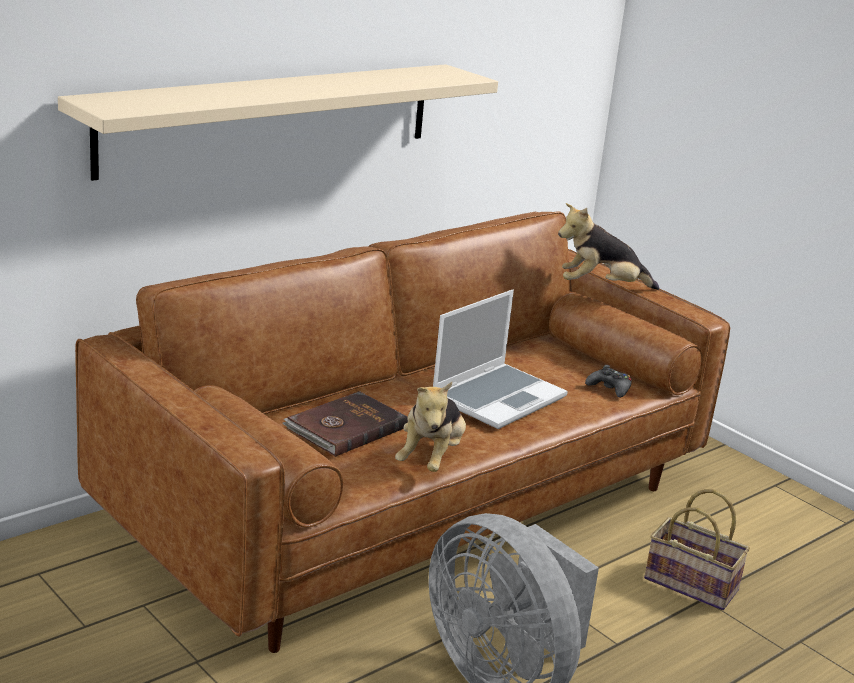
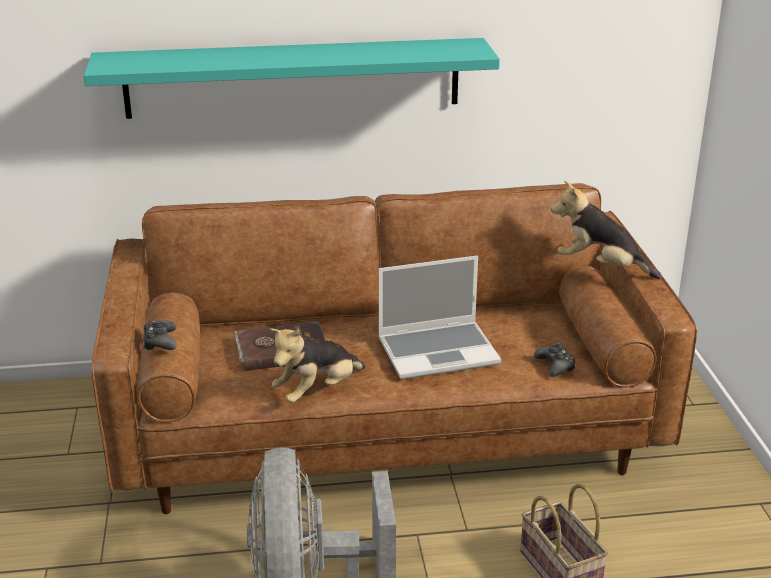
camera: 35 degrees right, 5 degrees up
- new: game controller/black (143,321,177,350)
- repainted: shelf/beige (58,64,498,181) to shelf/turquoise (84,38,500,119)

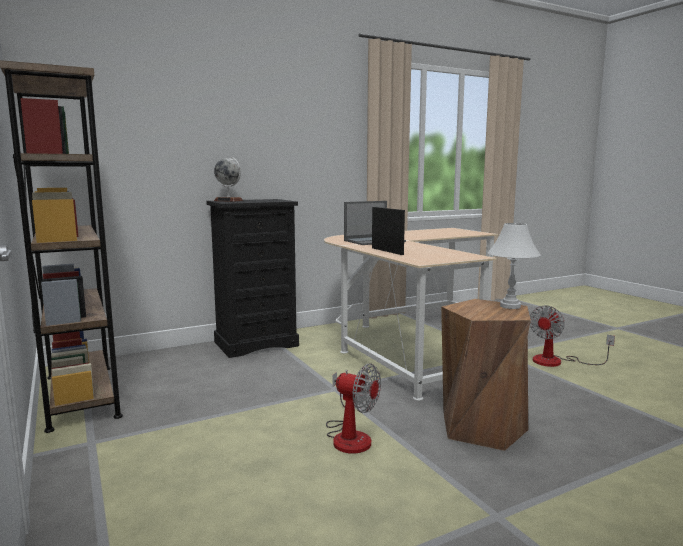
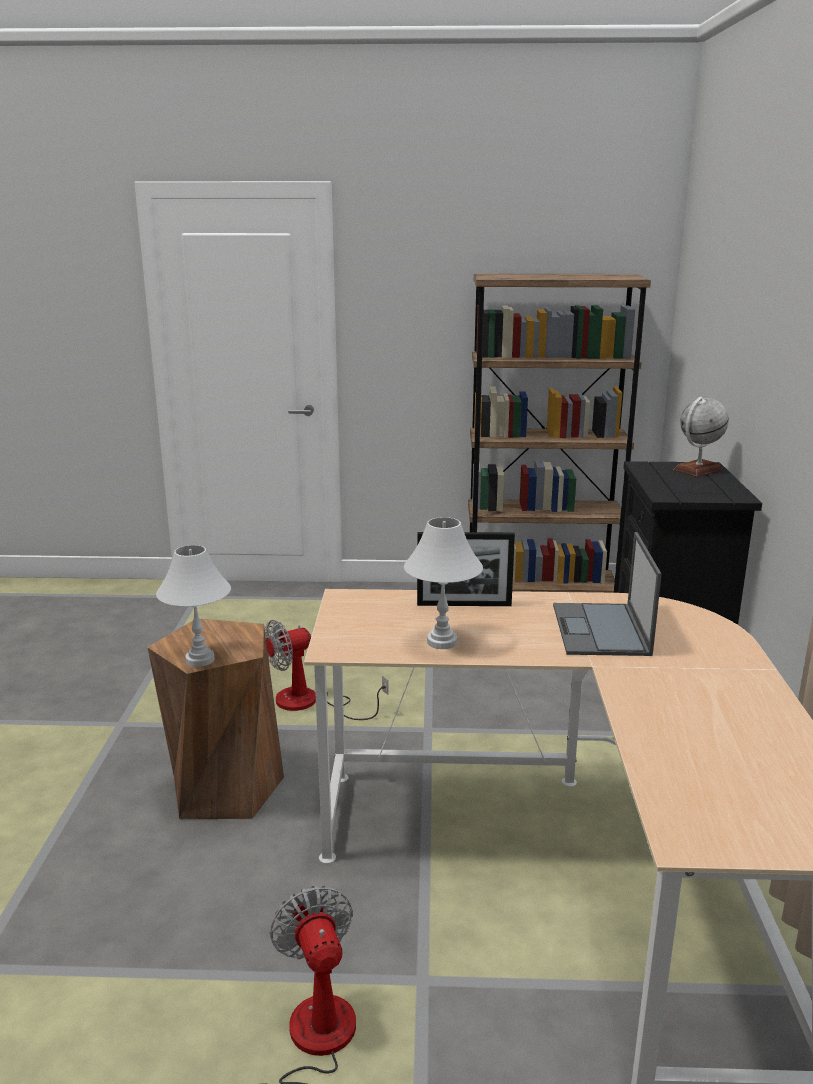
camera: 120 degrees right, 10 degrees up
- new: table lamp/white (404,517,483,649)

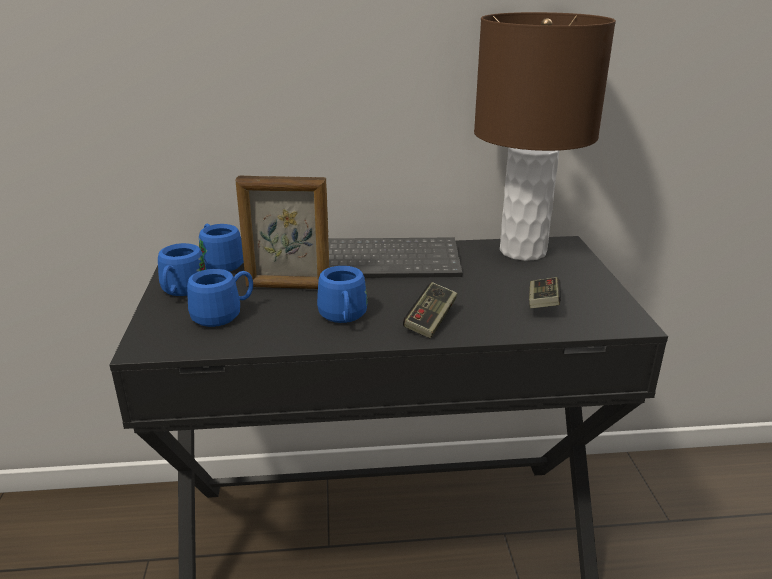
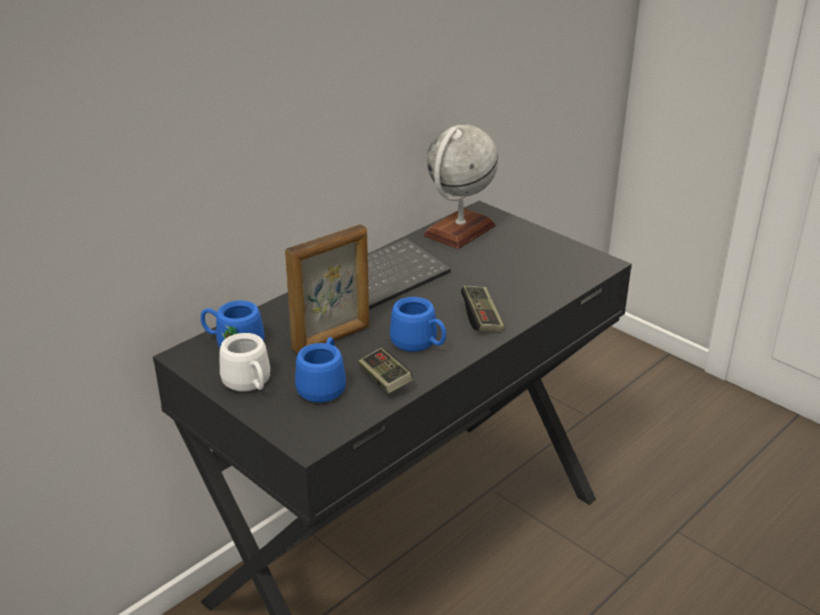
camera: 40 degrees left, 5 degrees up
- shifted: game controller (529,277,561,308) to (358,348,413,393)
- swapped: table lamp/brown (474,12,616,261) to globe (424,124,498,249)
- repainted: mug/blue (158,243,206,296) to mug/white (220,333,270,392)

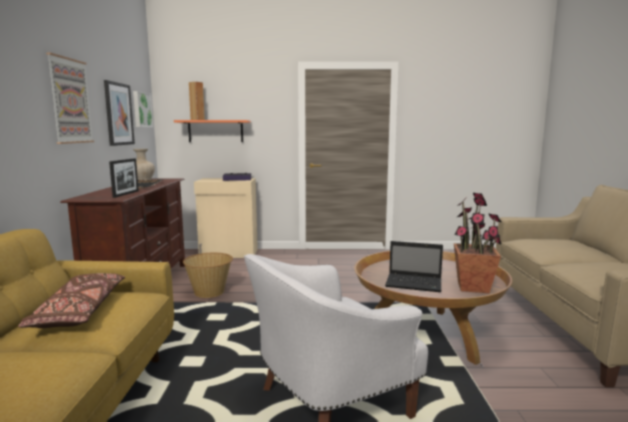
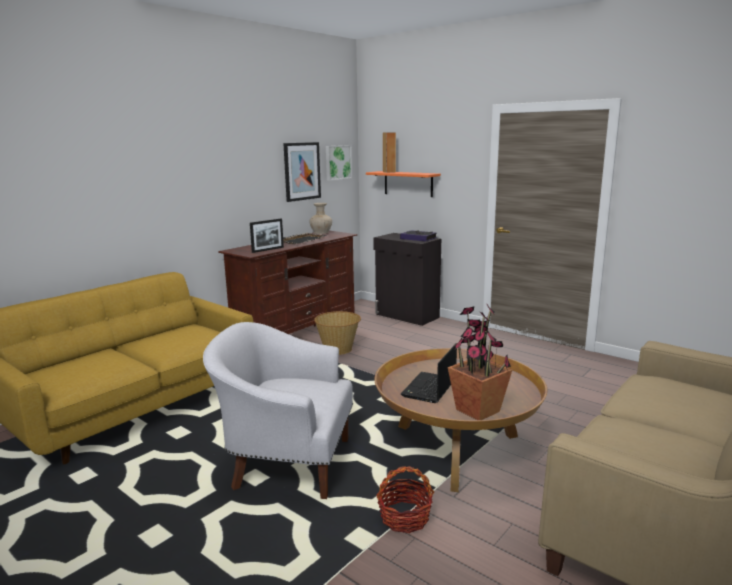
camera: 40 degrees right, 5 degrees up
- gone: pillow/brown (18,273,125,328)
- gone: picture (46,52,94,144)
- new: basket (376,466,434,533)
- repainted: cabinet/beige (194,178,258,258) to cabinet/black (373,233,441,326)
- rotated: laptop (385,241,443,292) = (401,343,457,403) 60 degrees clockwise

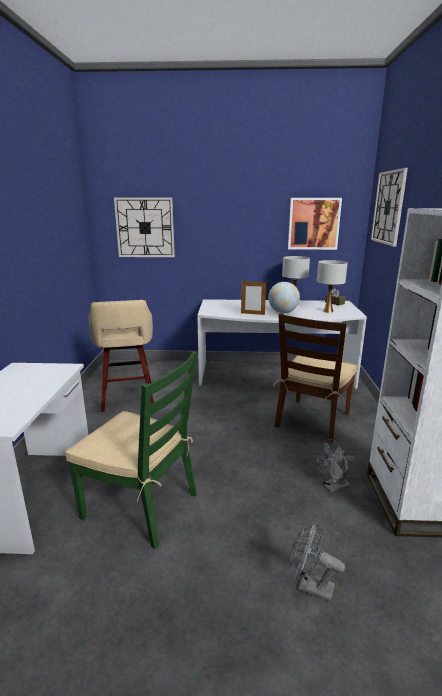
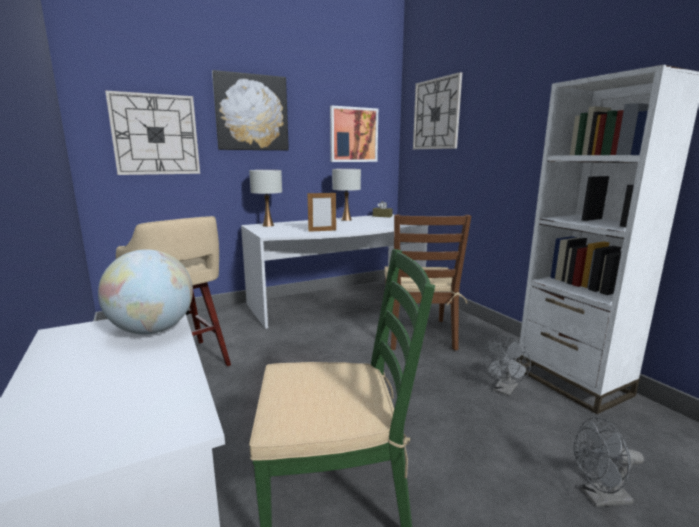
camera: 30 degrees left, 5 degrees down
- new: picture (212,70,289,150)
- shifted: globe (268,282,300,313) to (98,249,193,334)
- shifted: table lamp/white (317,260,348,313) to (249,170,282,227)

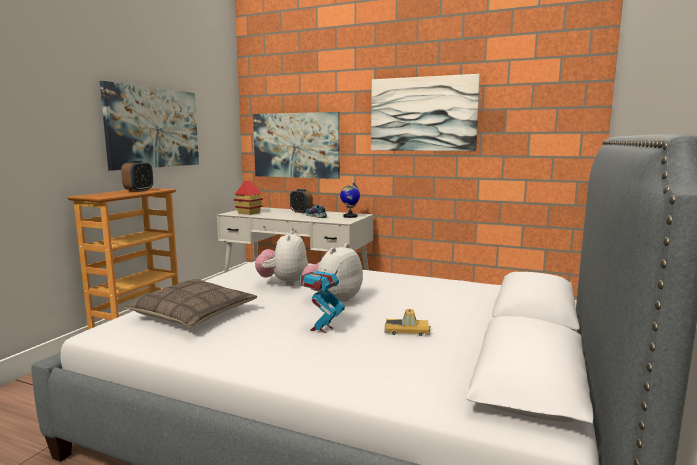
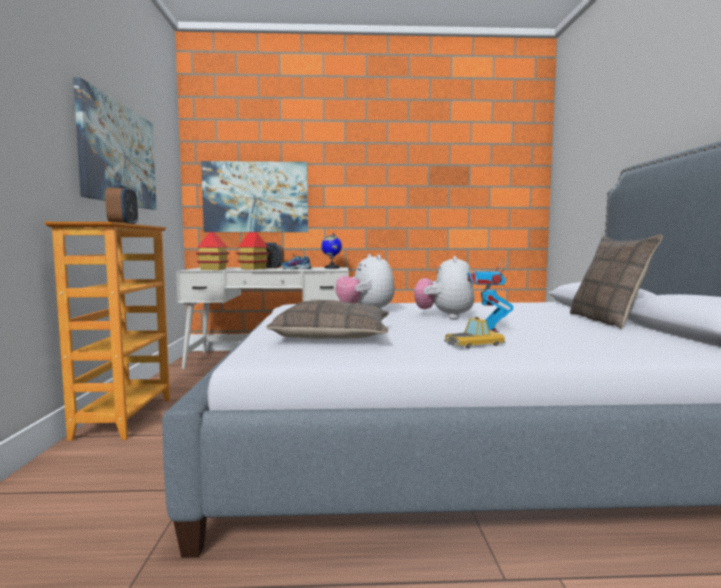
camera: 25 degrees left, 5 degrees down
- gone: picture (371,74,480,151)
- new: toy house (237,232,270,270)
- new: pillow (570,234,663,329)
- shifted: toy car (385,309,431,336) to (444,317,506,348)

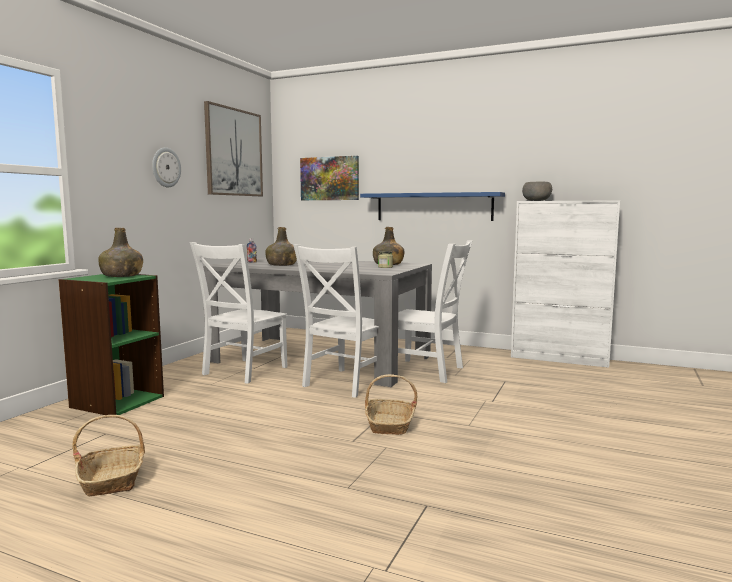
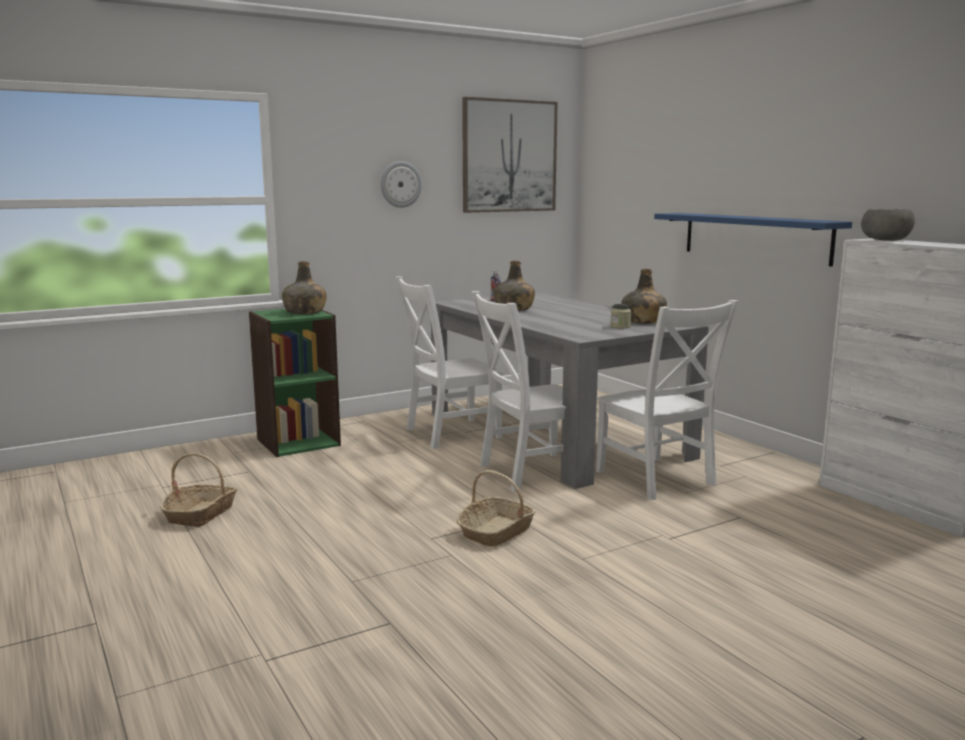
camera: 35 degrees right, 5 degrees up
- gone: picture (300,156,359,200)

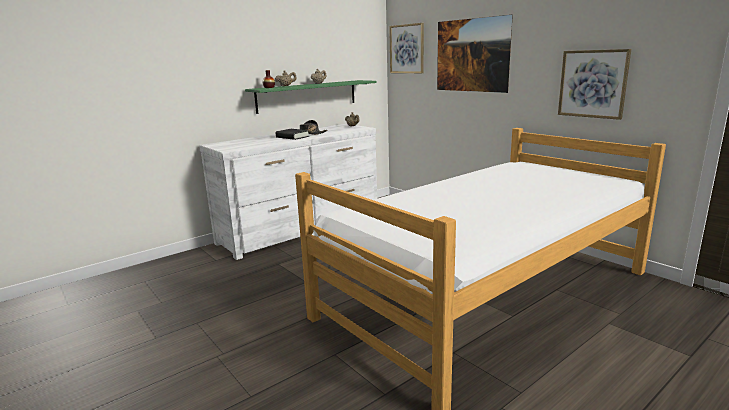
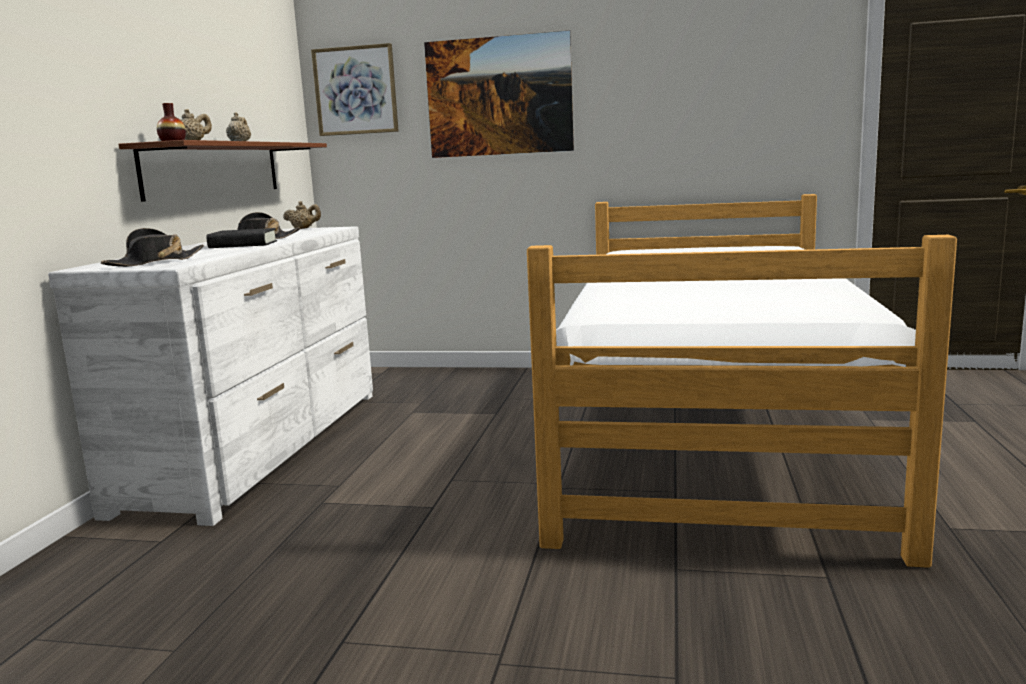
camera: 40 degrees left, 5 degrees down
- gone: picture (558,49,631,120)
- new: hat/black (101,228,204,267)
- repainted: shelf/green (245,80,377,114) to shelf/brown (119,140,327,202)

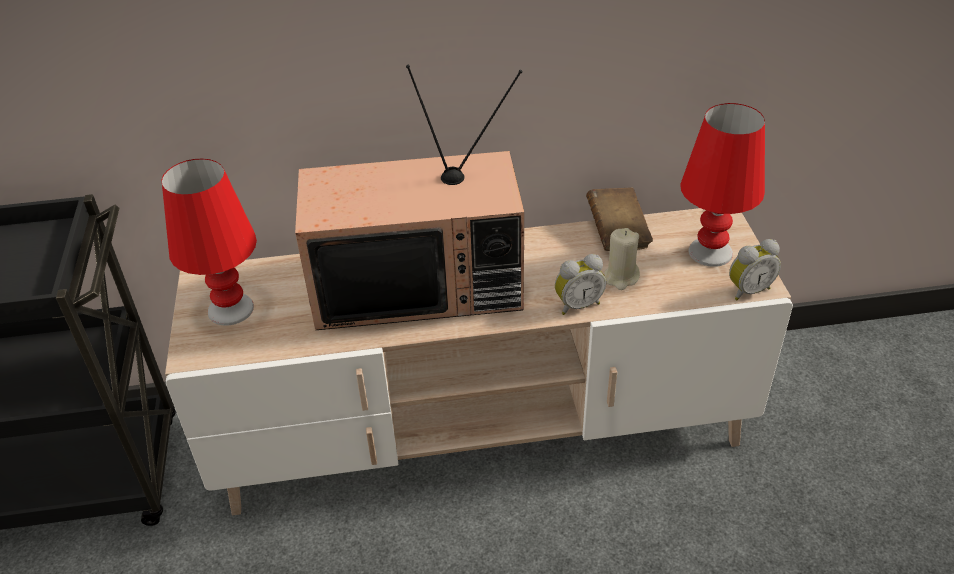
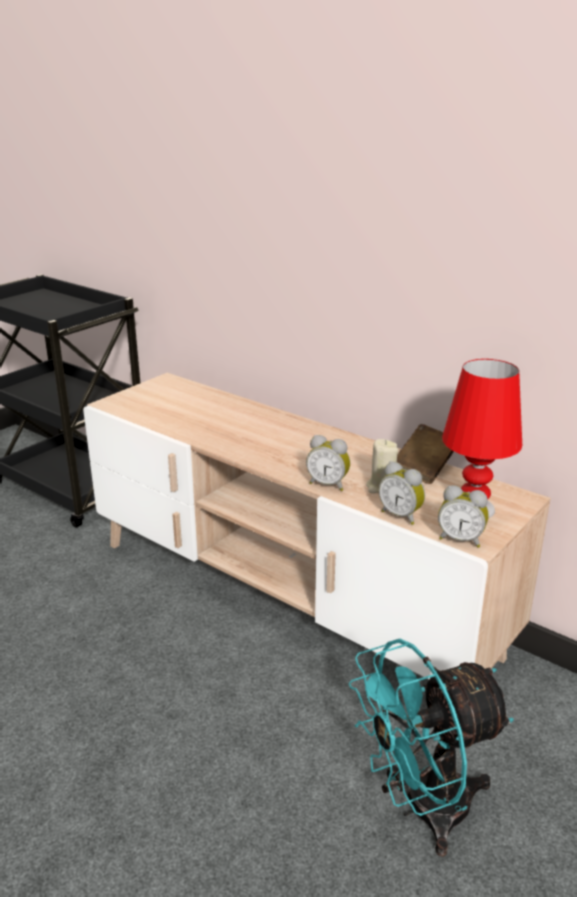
camera: 45 degrees right, 15 degrees down
- gone: table lamp/red (162,159,257,326)
- gone: television (295,65,524,330)
- new: fan/turquoise (349,639,514,857)
- new: alarm clock (379,461,425,525)

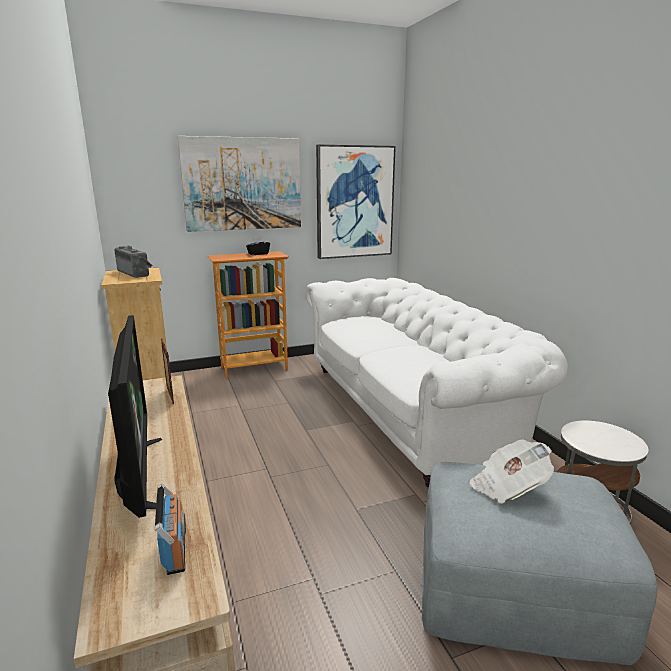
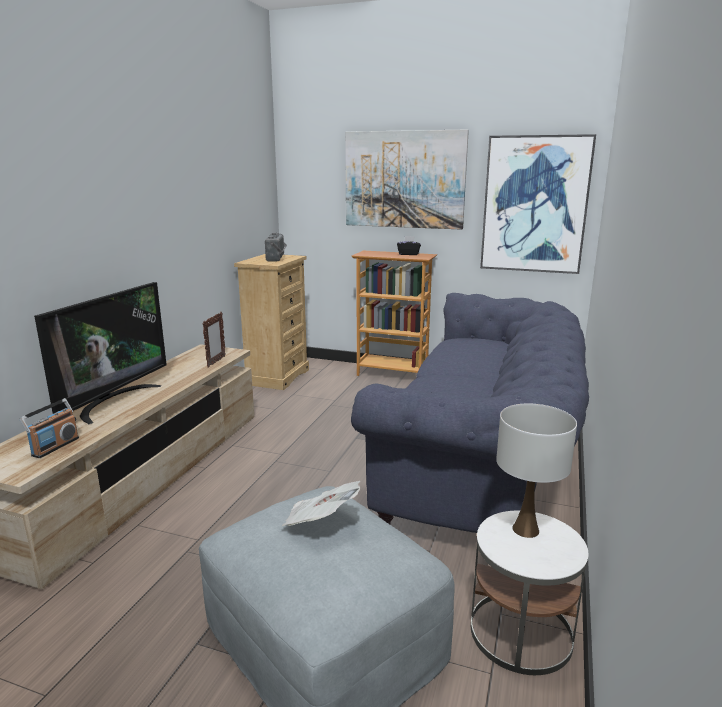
camera: 40 degrees right, 0 degrees up
- new: table lamp/white (496,404,577,538)
- repainted: sofa/white (305,278,568,487) to sofa/blue (351,293,589,533)

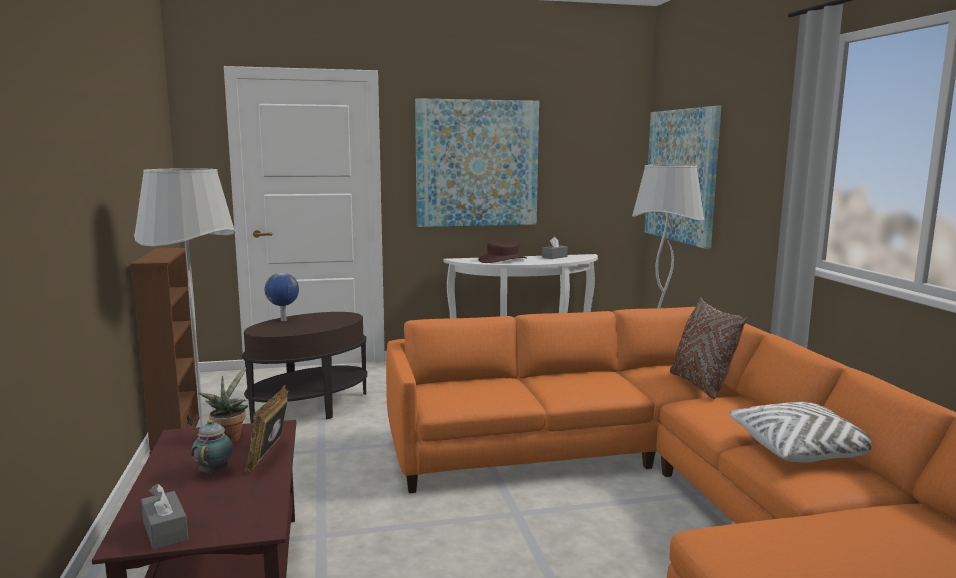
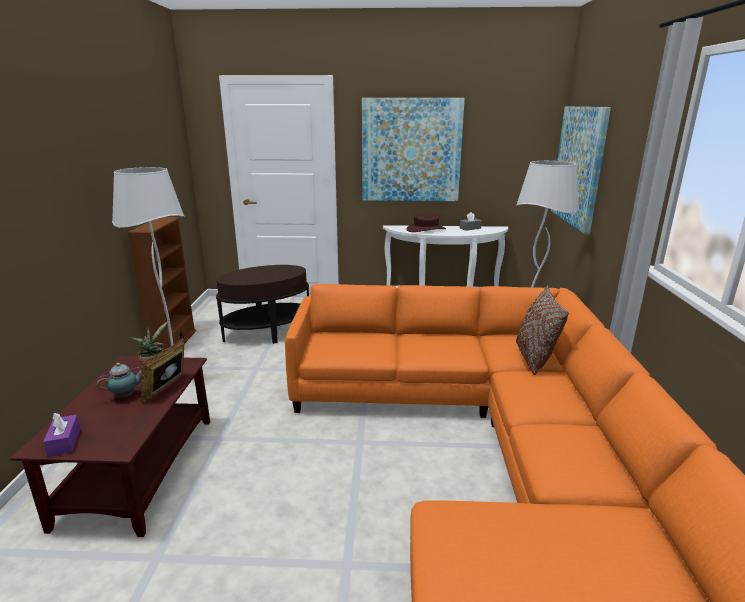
camera: 15 degrees right, 10 degrees up
- gone: globe (265,273,299,321)
- gone: pillow/white (728,402,871,463)
- repainted: tissue box/grey (141,484,189,550) to tissue box/purple (43,413,81,457)
- rotated: teapot (191,420,233,475) = (97,363,142,398) 45 degrees clockwise

